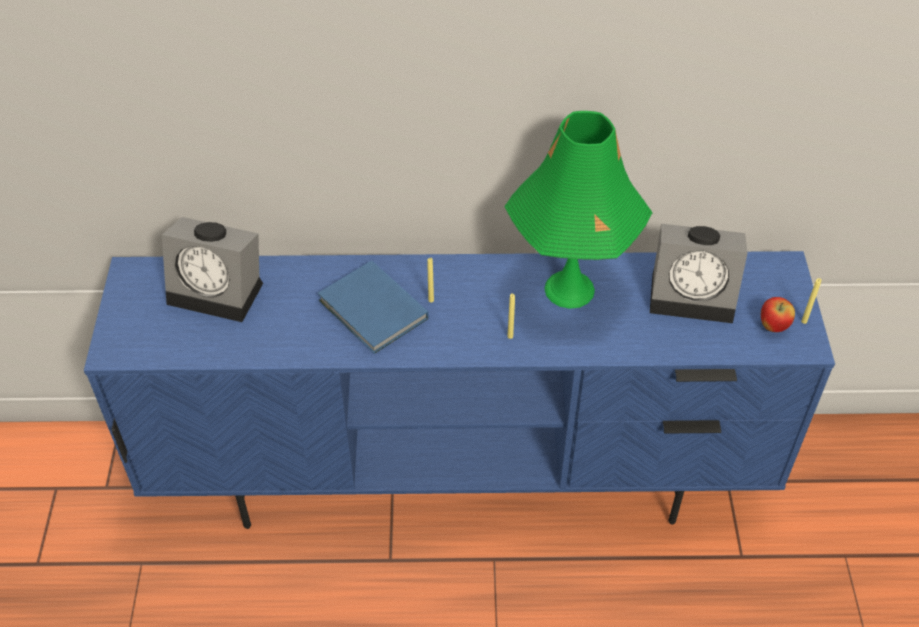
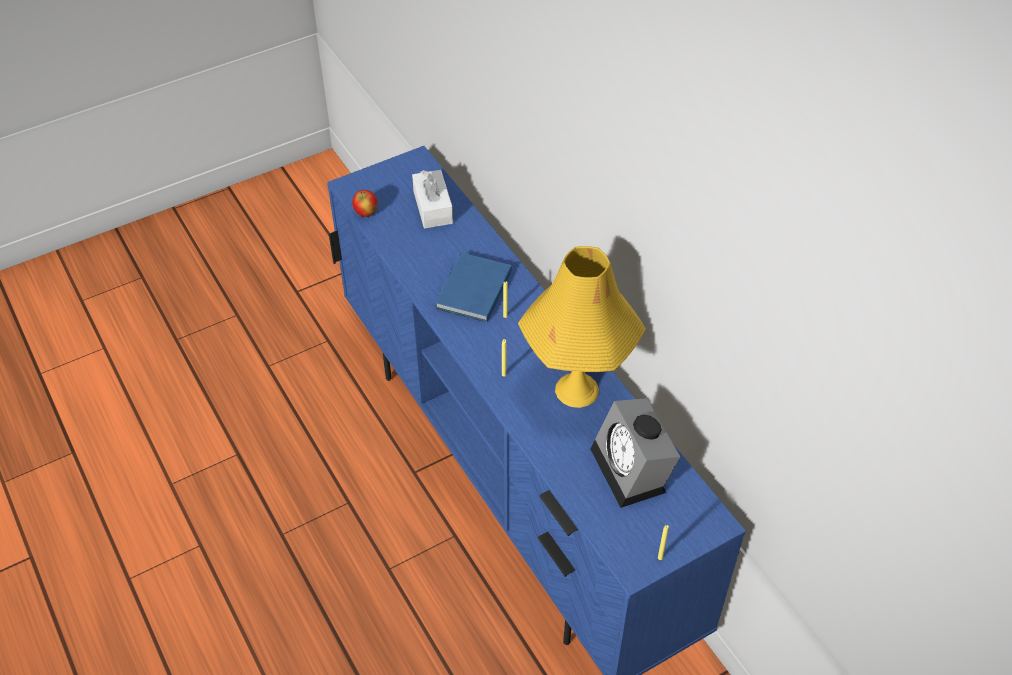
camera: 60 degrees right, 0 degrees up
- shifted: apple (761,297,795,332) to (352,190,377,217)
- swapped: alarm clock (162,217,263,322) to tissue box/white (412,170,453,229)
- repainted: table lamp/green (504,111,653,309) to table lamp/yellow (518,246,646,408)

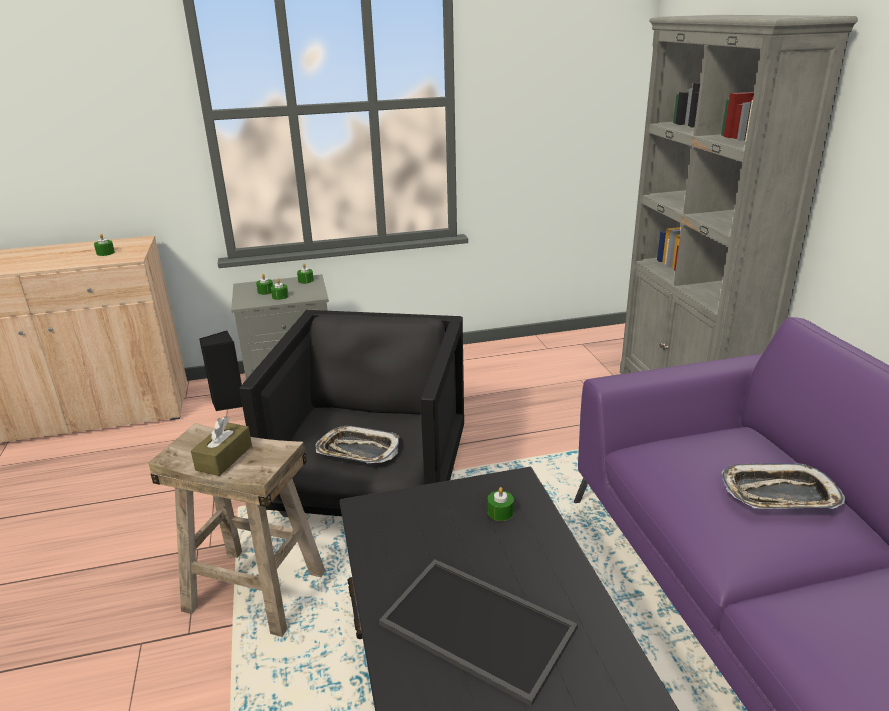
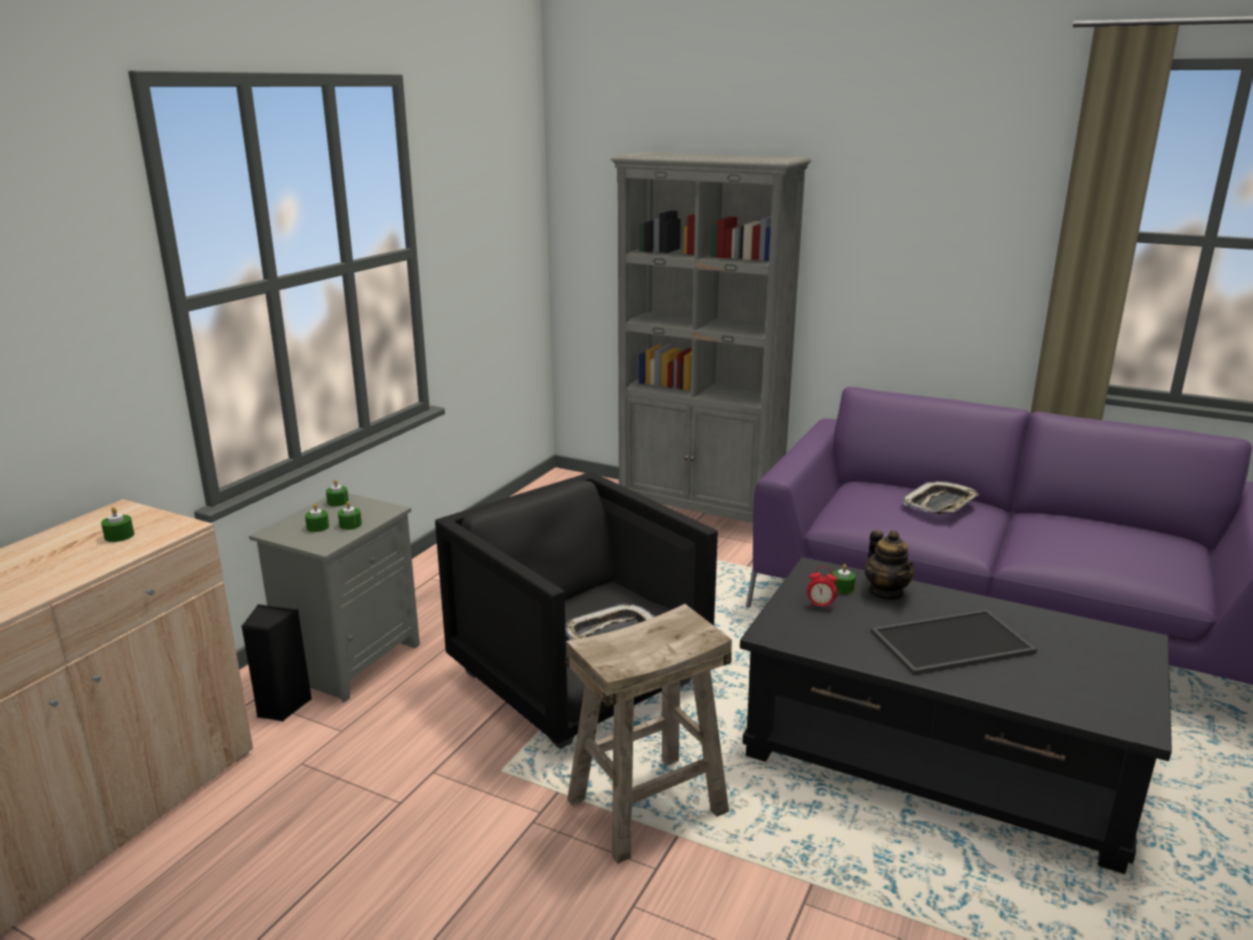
camera: 50 degrees left, 5 degrees down
- gone: tissue box/brown (191,416,252,476)
- new: alarm clock (807,566,837,611)
- new: teapot (865,530,914,600)

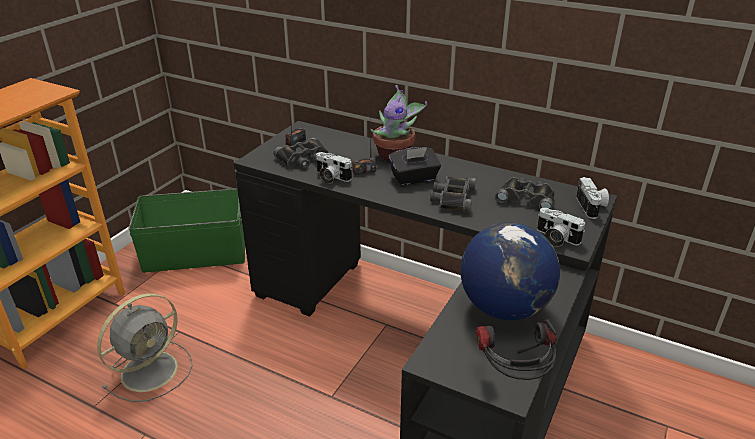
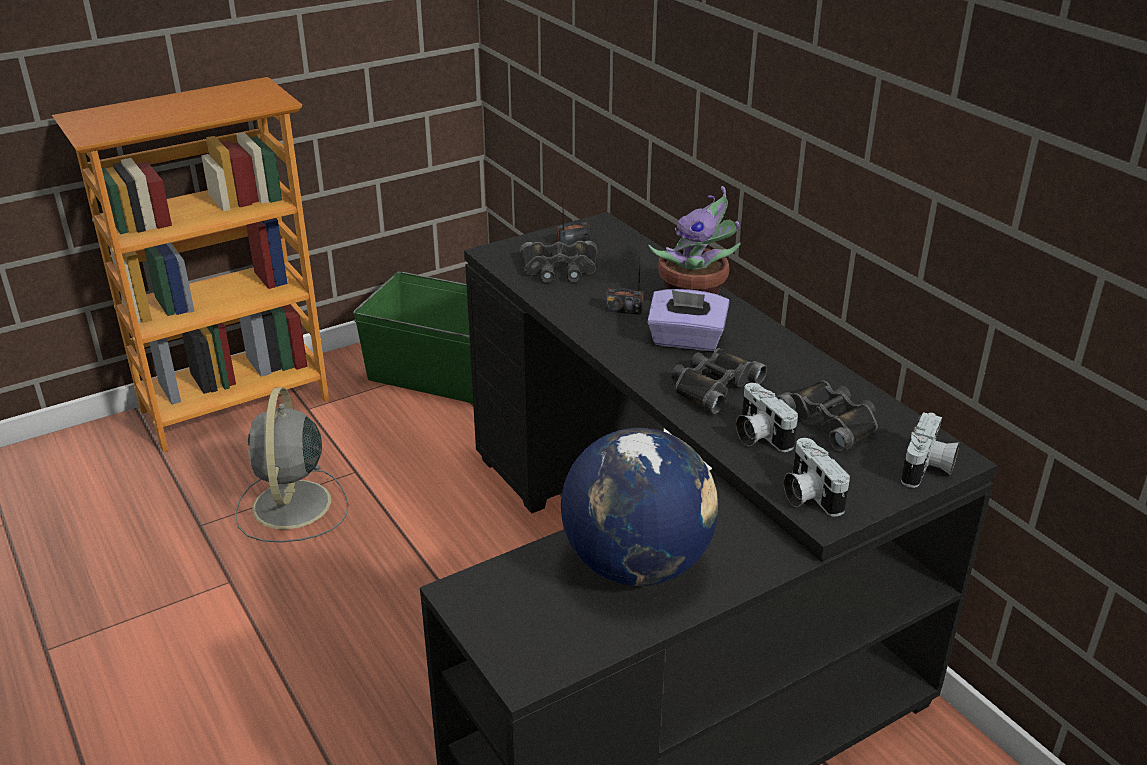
camera: 30 degrees right, 0 degrees up
- gone: headphones (476,319,557,380)
- shifted: photo camera (316,152,352,184) to (736,383,798,452)
- repainted: tissue box/black (389,147,441,185) to tissue box/purple (647,289,729,351)
- rotated: fan/grey (97,293,193,402) = (235,387,348,543) 105 degrees clockwise

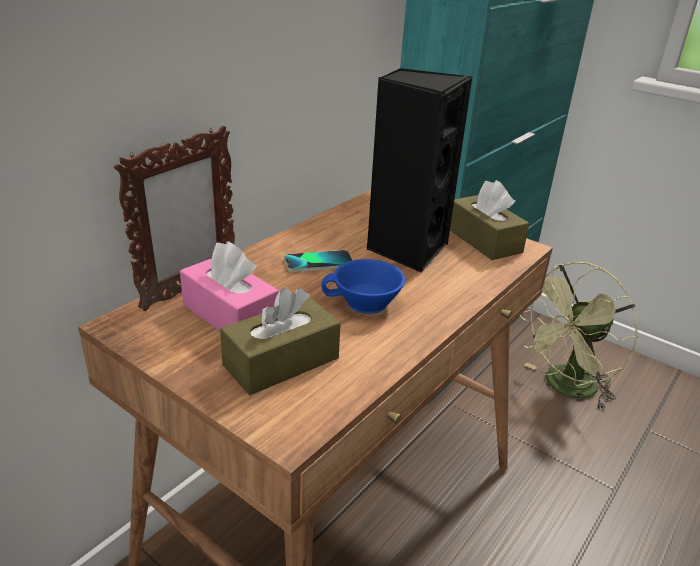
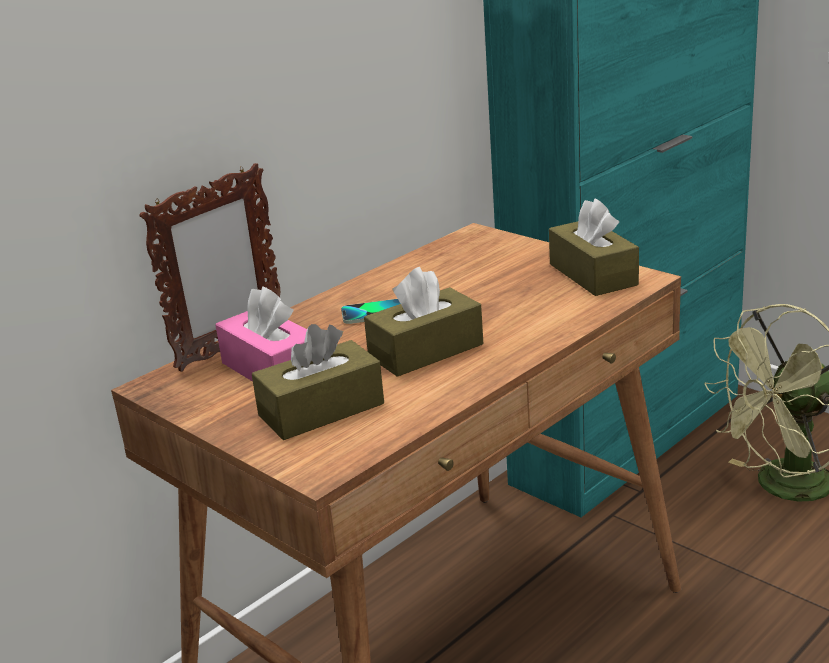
camera: 10 degrees right, 5 degrees down
- gone: speaker/black (366,68,472,273)
- swapped: cup/blue (321,259,405,314) to tissue box/brown (364,267,483,377)

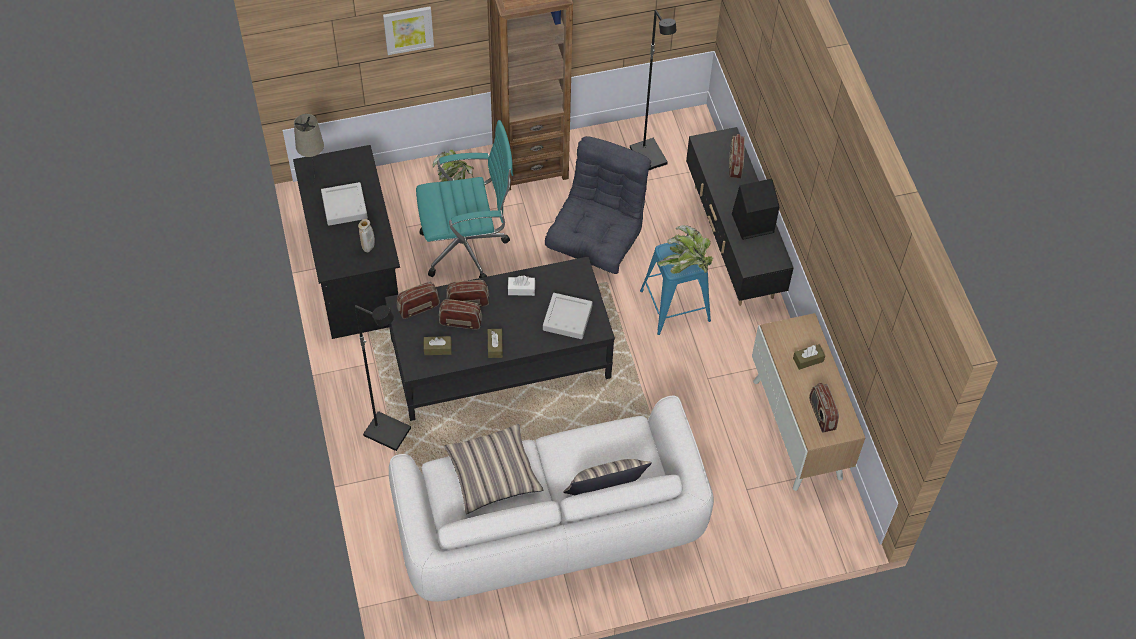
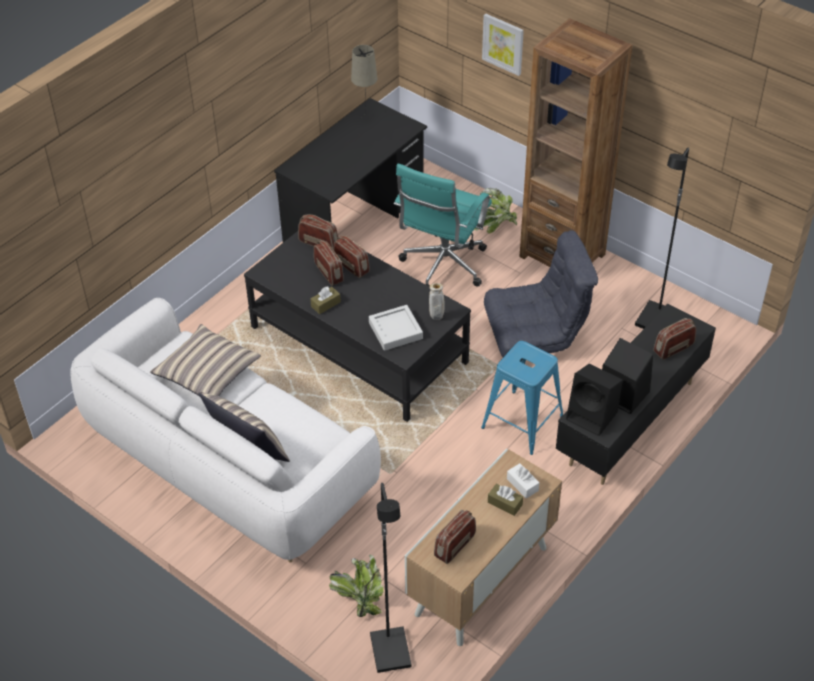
camera: 55 degrees right, 10 degrees down
- gone: tray/grey (321,182,368,226)
- gone: tissue box/brown (424,336,452,355)
- new: speaker/black (566,364,623,436)
- shifted: floor lamp/black (355,305,411,451) to (370,483,411,673)
- shifted: vase/beige (358,219,375,252) to (429,283,445,320)
- shifted: tissue box/white (508,276,535,296) to (507,463,539,499)
- shifted: potted plant (658,225,714,274) to (329,555,384,617)
- rotated: office chair/turquoise (416,120,513,278) = (394,164,492,287) 75 degrees clockwise

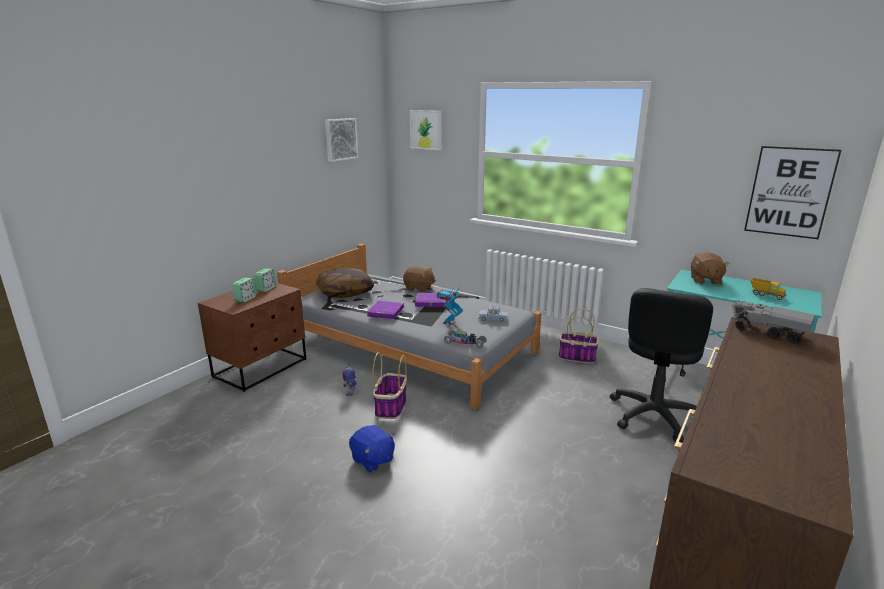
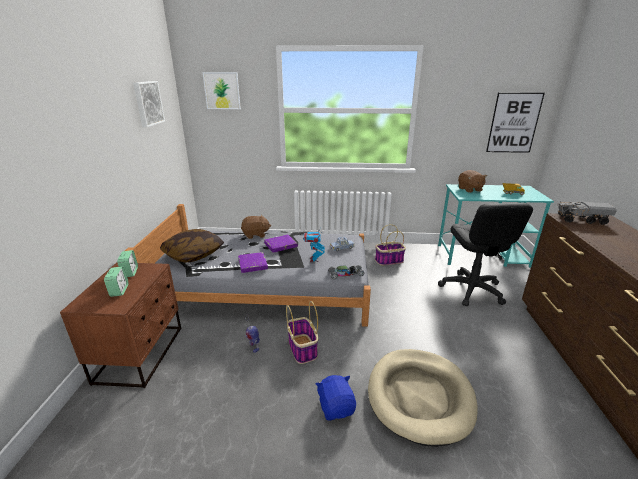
camera: 30 degrees left, 5 degrees up
- new: dog bed/beige (368,349,478,447)
- rotated: plush toy/blue (349,425,395,472) = (316,375,356,420) 120 degrees counterclockwise

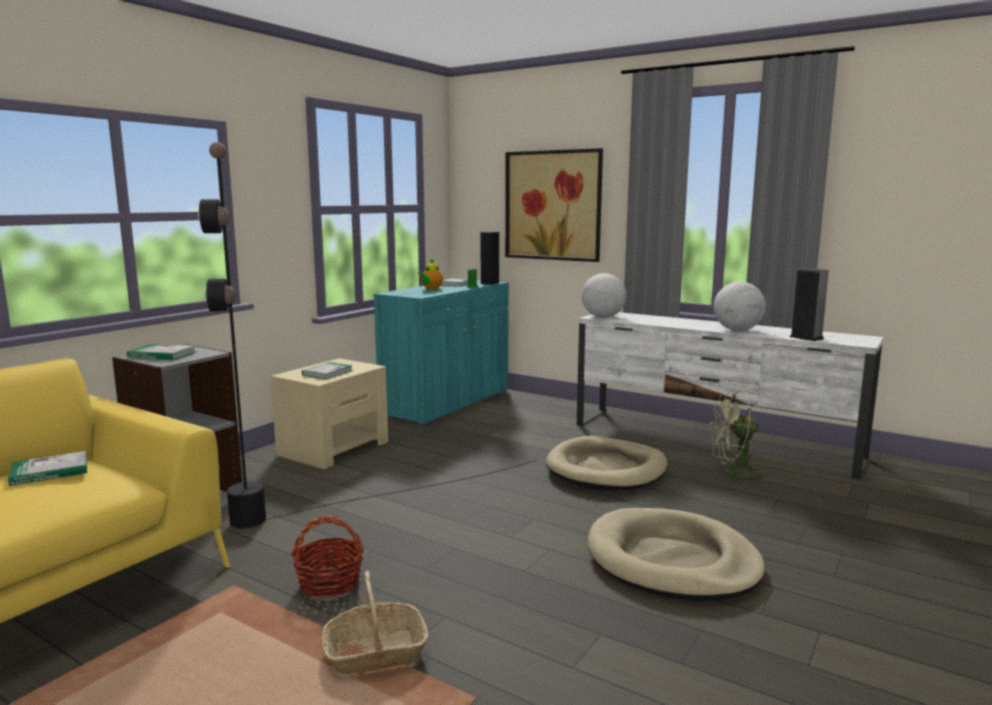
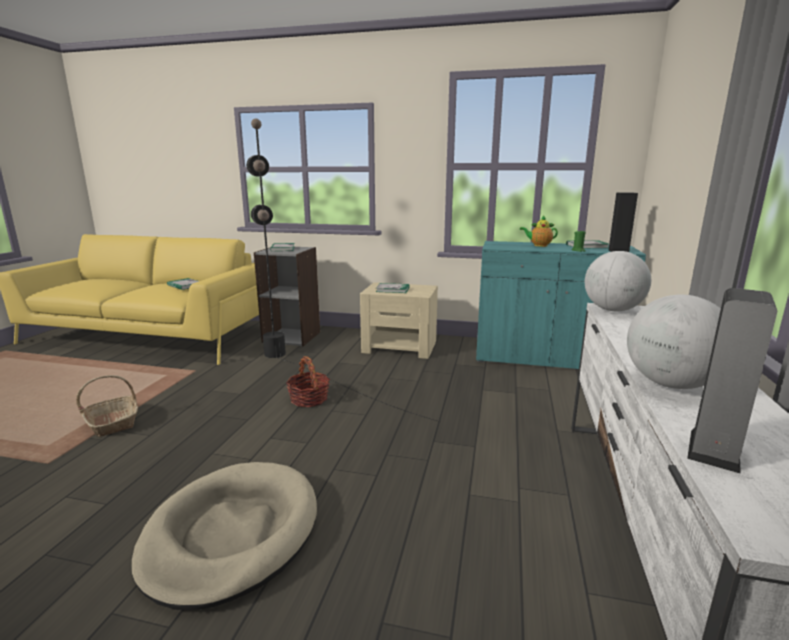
camera: 70 degrees right, 5 degrees up
- gone: picture (505,148,603,262)
- gone: dog bed/beige (546,436,667,490)
- gone: fan/green (709,390,770,484)
- shifted: basket (291,516,364,598) to (286,356,330,407)

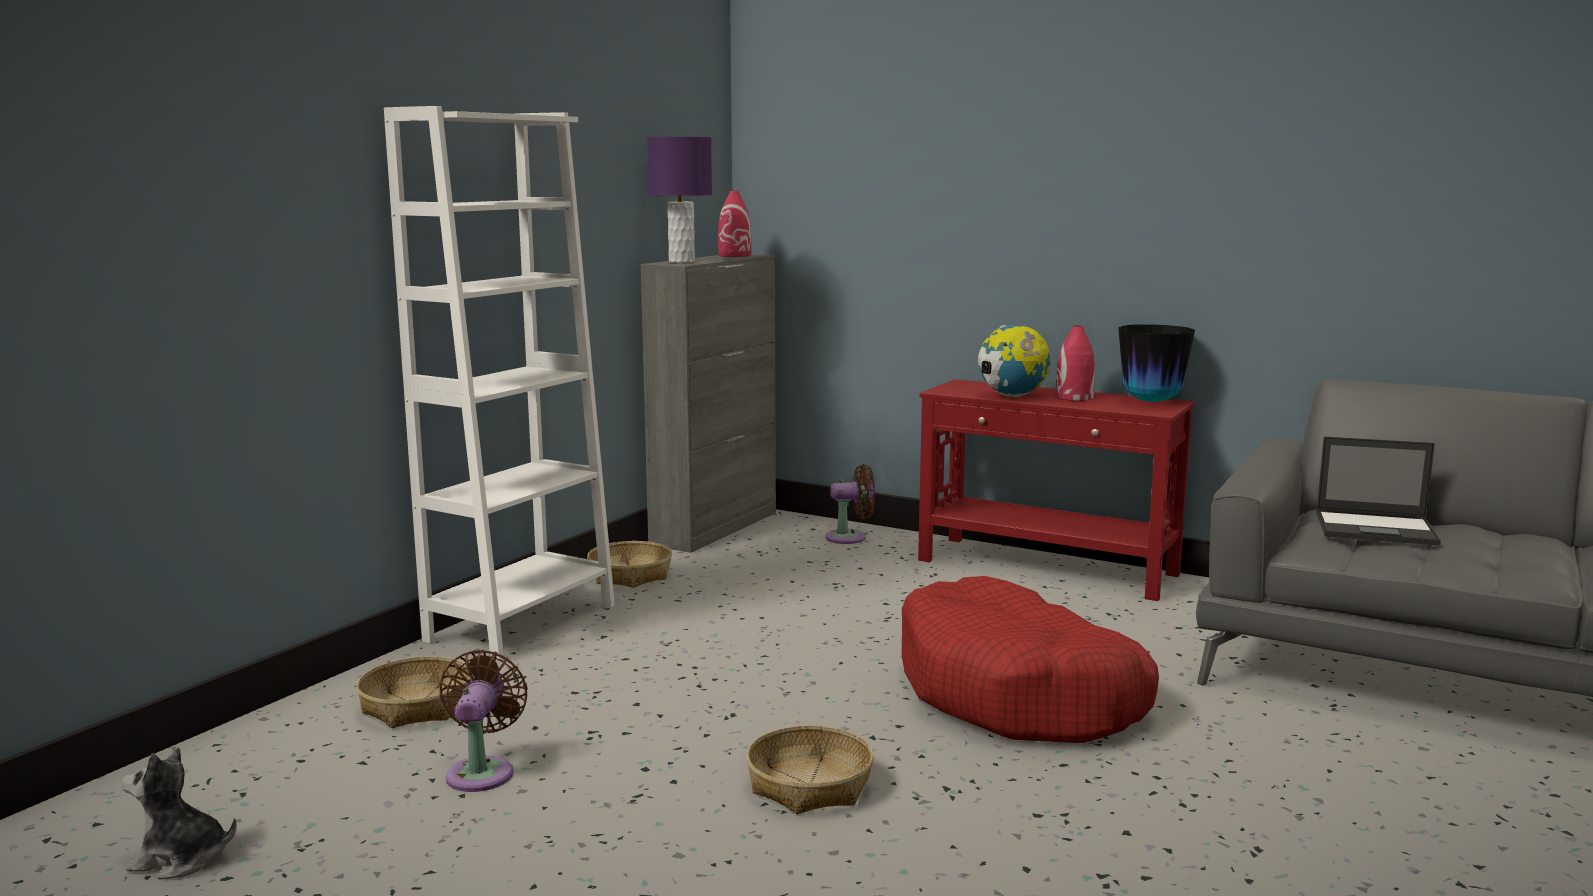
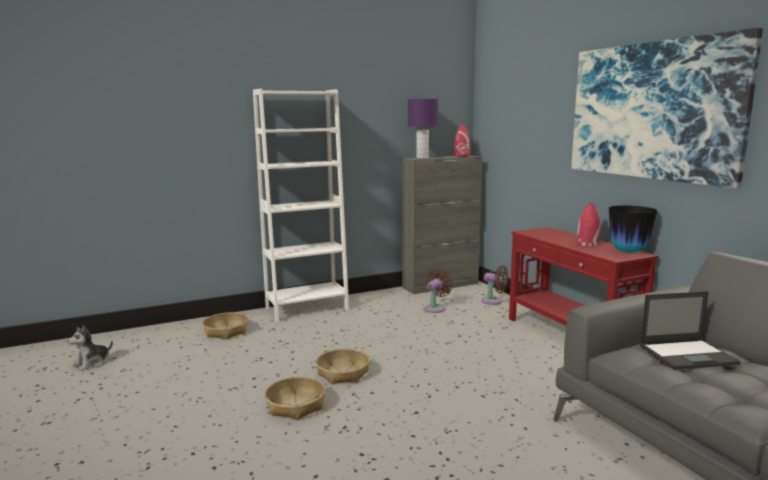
camera: 35 degrees right, 0 degrees up
- gone: dog bed/red (902,576,1159,743)
- gone: globe (978,325,1051,397)
- new: picture (571,28,763,188)
- shifted: fan/brown (440,650,528,792) to (424,269,453,313)
- shifted: basket (587,541,672,588) to (316,349,370,384)
- rotated: plush toy (121,748,237,879) = (67,325,113,371) 90 degrees counterclockwise
- rotated: laptop (1316,437,1441,545) = (640,291,741,370) 60 degrees counterclockwise

